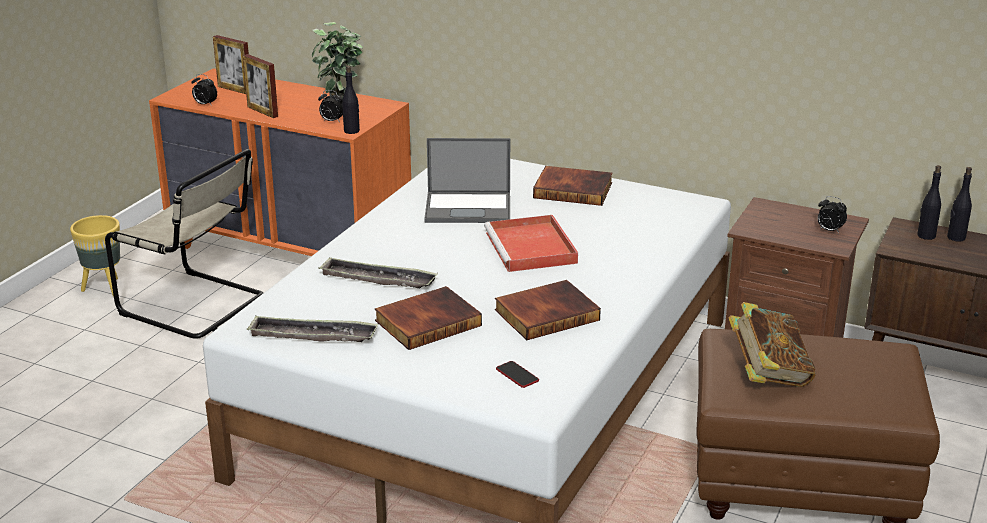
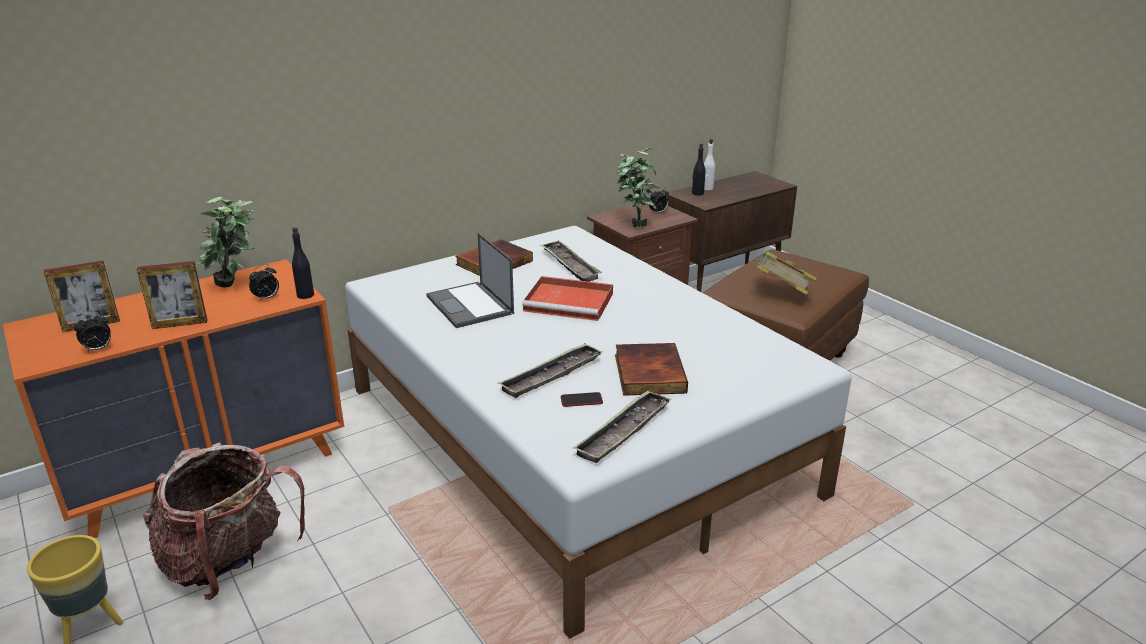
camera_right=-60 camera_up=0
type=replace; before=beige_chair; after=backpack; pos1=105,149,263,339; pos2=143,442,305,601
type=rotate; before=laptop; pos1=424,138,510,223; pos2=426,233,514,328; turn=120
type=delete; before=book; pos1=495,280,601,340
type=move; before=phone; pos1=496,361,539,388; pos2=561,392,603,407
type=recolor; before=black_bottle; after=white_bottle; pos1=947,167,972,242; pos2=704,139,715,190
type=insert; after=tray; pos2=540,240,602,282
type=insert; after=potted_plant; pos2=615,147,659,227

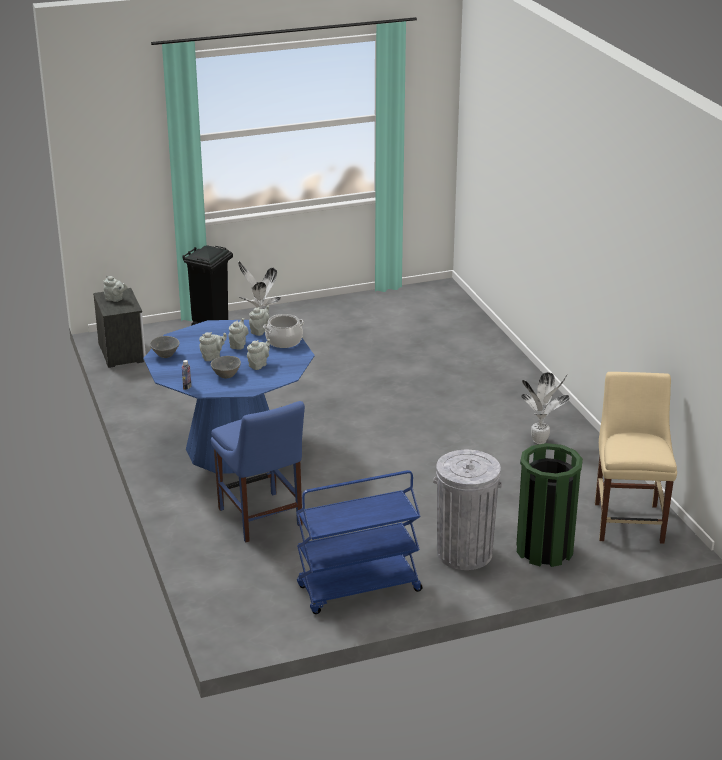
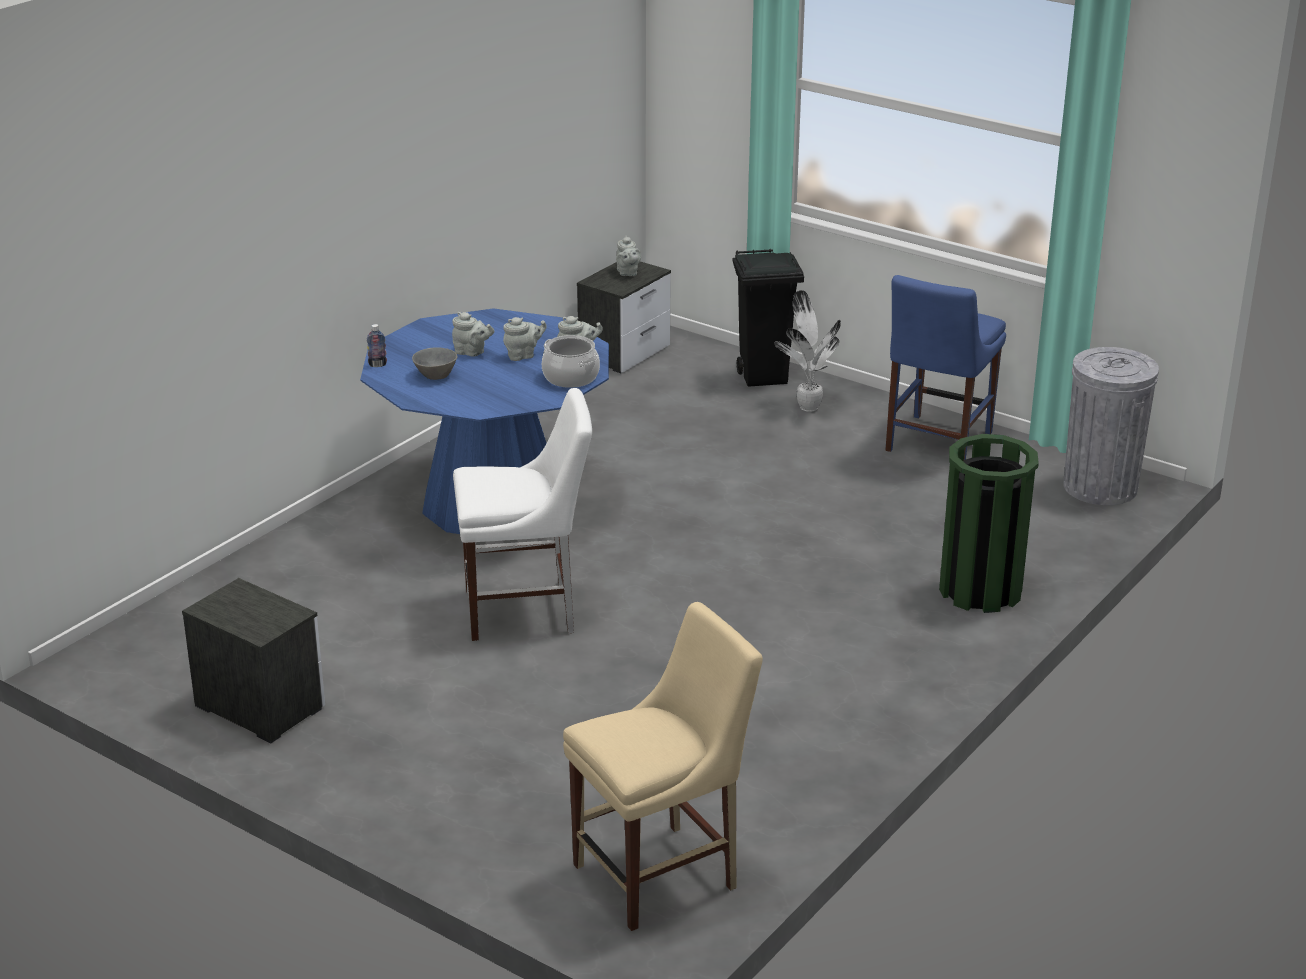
camera_right=55 camera_up=0
type=delete; before=grey_bowl; pos1=150,336,180,358
type=move; before=blue_chair; pos1=211,401,305,542; pos2=885,275,1006,460
type=delete; before=grey_teapot; pos1=247,339,270,370
type=replace; before=blue_cart; after=nightstand; pos1=296,470,423,614; pos2=182,578,325,743
type=move; before=grey_trash_can; pos1=433,450,502,570; pos2=1063,347,1159,505
type=move; before=green_trash_can; pos1=516,443,583,567; pos2=939,434,1039,613
type=delete; before=potted_plant; pos1=521,372,570,444
type=insert; after=white_chair; pos2=453,388,592,641

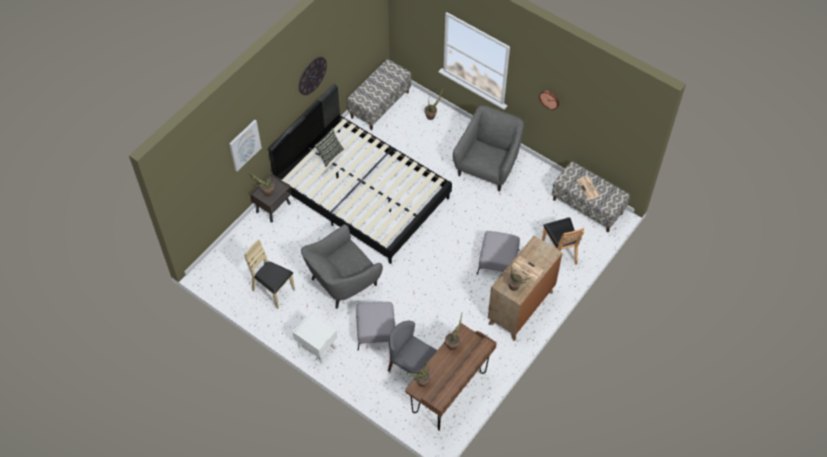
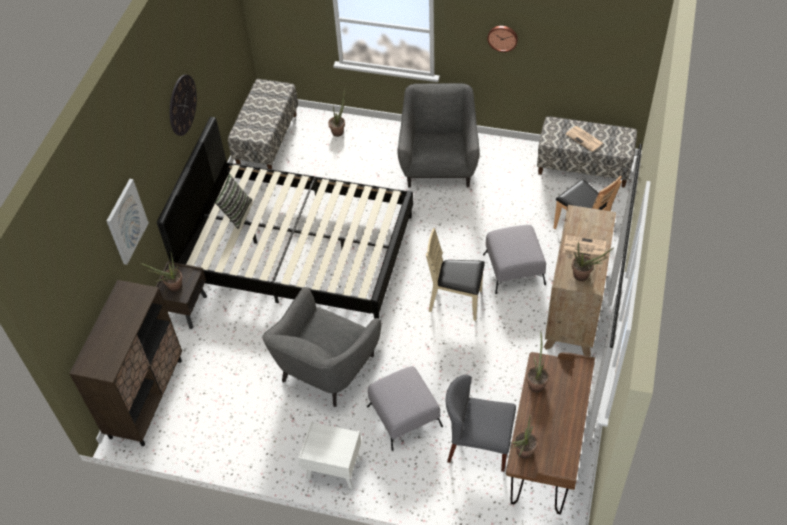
camera_right=-20 camera_up=-5
type=move; before=beige_chair; pos1=244,239,295,309; pos2=426,228,485,321
type=insert; after=brown_cabinet; pos2=69,280,182,446

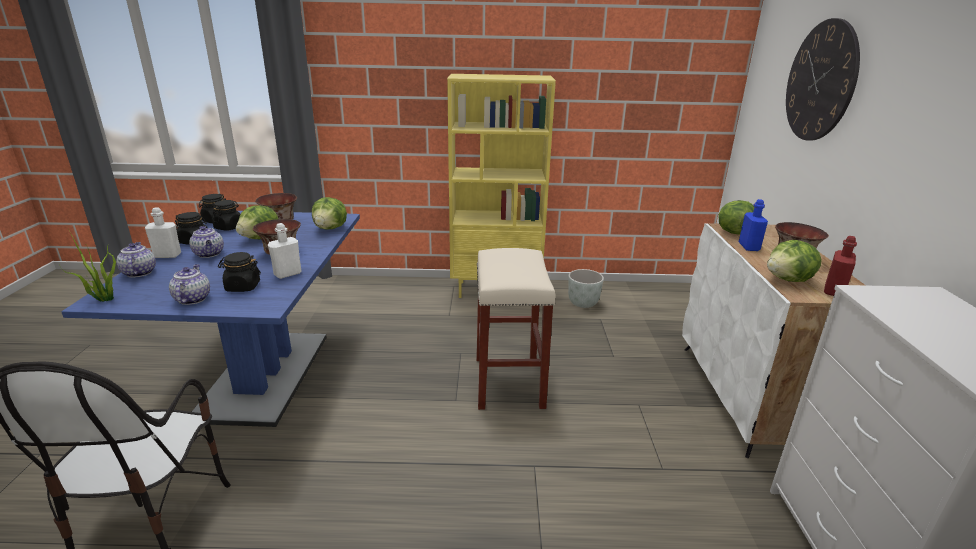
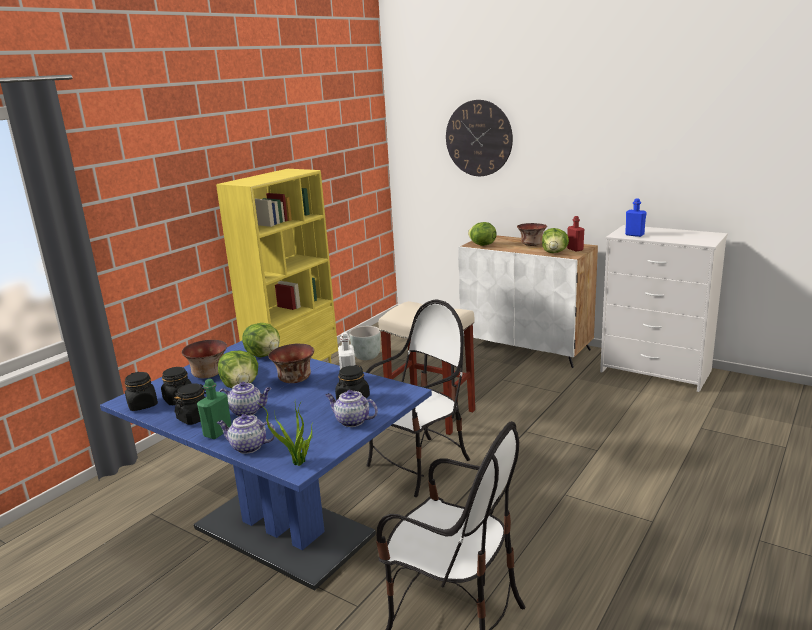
camera_right=-55 camera_up=-5
type=recolor; before=white_bottle; after=green_bottle; pos1=145,207,181,258; pos2=197,379,232,439
type=move; before=blue_bottle; pos1=739,199,768,251; pos2=625,198,646,237
type=insert; after=chair; pos2=366,300,470,497

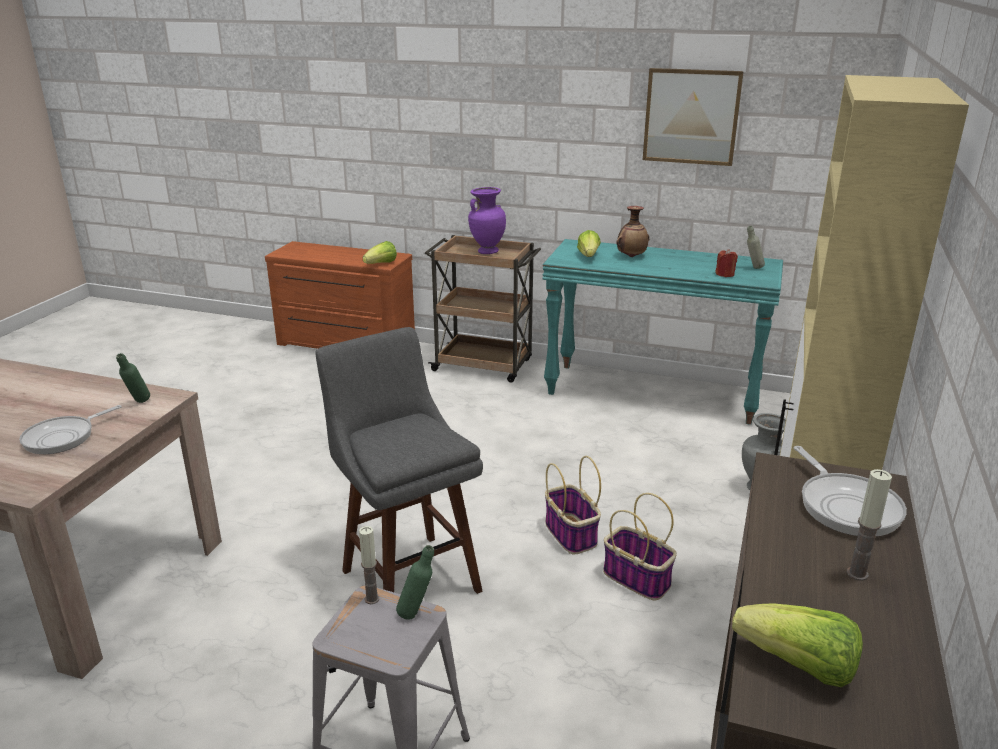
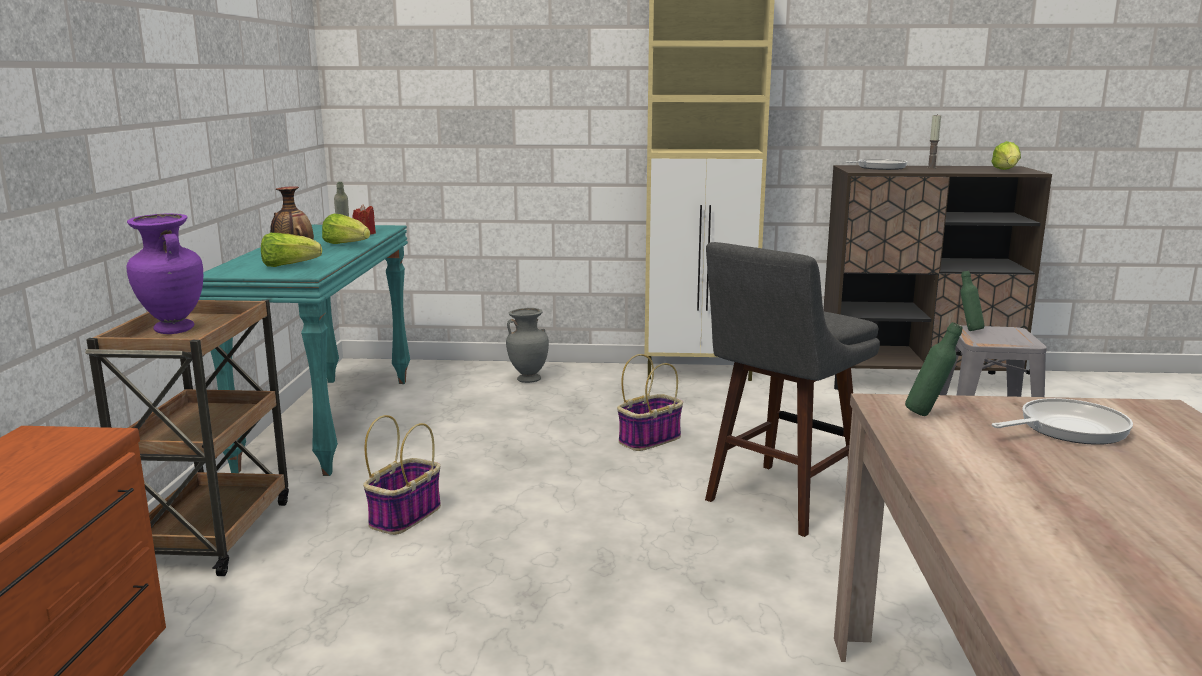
camera_right=-105 camera_up=-10
type=rotate; before=frying_pan; pos1=19,405,122,454; pos2=992,398,1133,445; turn=-45
type=delete; before=candle; pos1=359,526,379,604
type=move; before=lettuce; pos1=363,241,397,264; pos2=322,214,370,244
type=move; before=basket; pos1=603,493,677,601; pos2=363,415,441,535
type=delete; before=picture; pos1=643,68,744,166

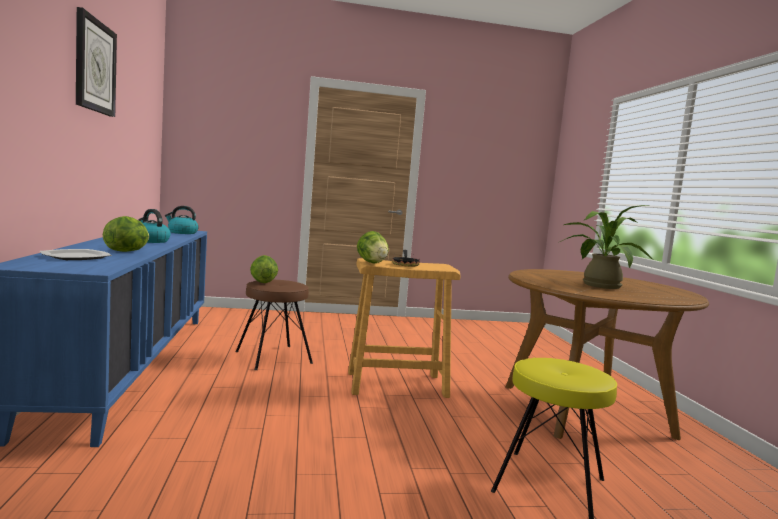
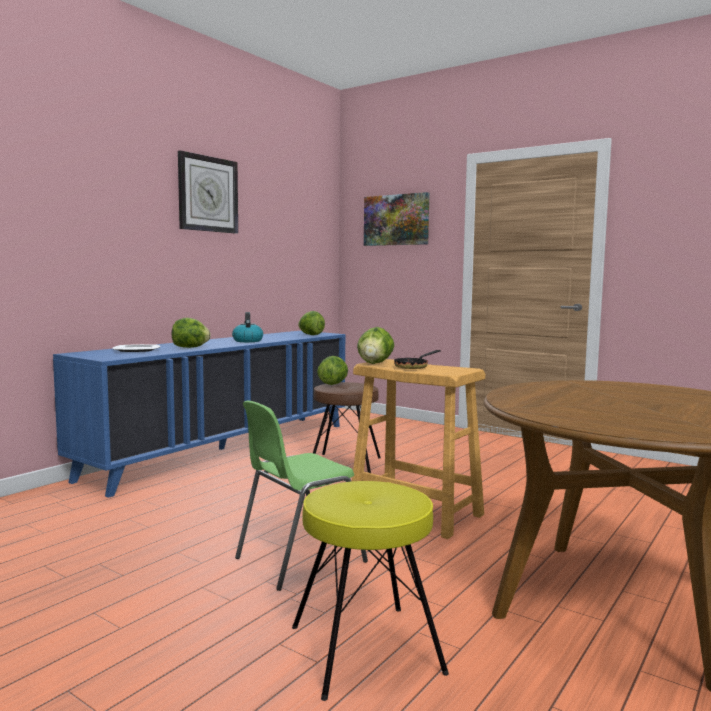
camera_right=45 camera_up=0
type=replace; before=kettle; after=lettuce; pos1=165,206,198,234; pos2=298,311,325,335
type=delete; before=potted_plant; pos1=558,205,655,289
type=insert; after=green_chair; pos2=235,401,368,591
type=insert; after=picture; pos2=364,192,429,246

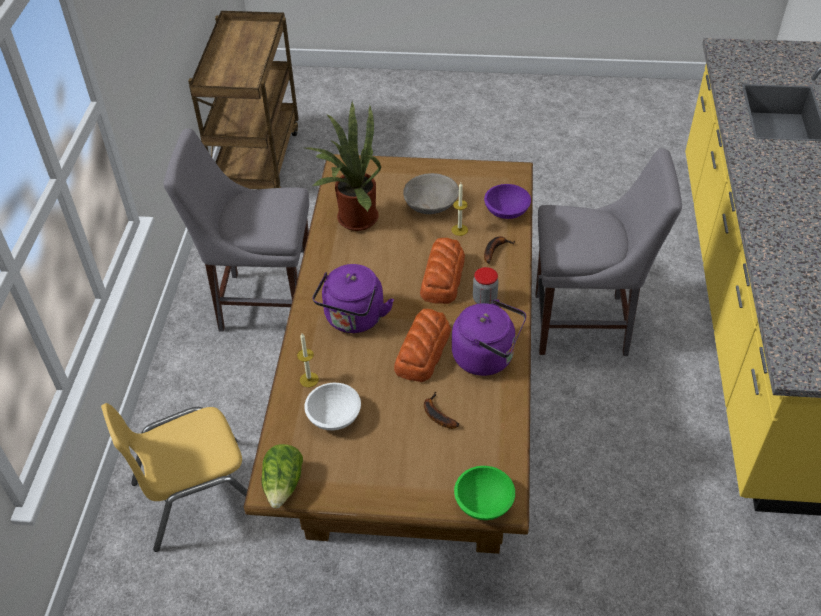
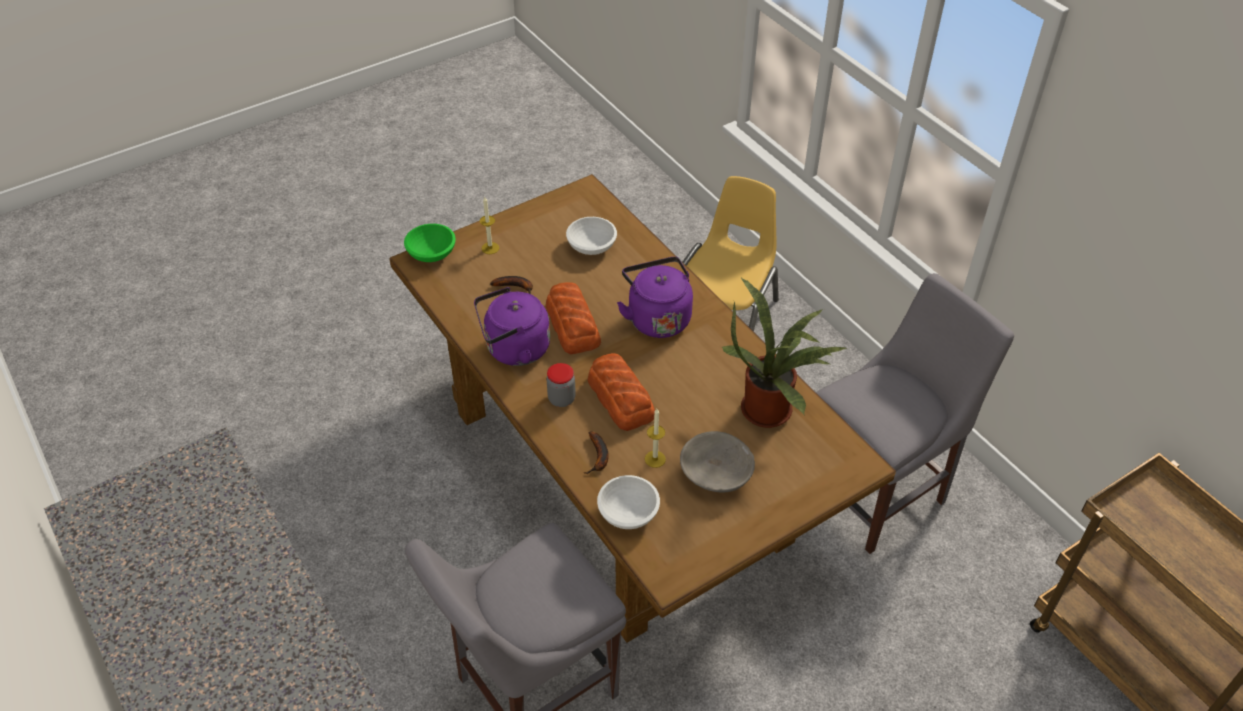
camera_right=140 camera_up=0
type=delete; before=lettuce; pos1=261,444,303,508
type=move; before=candle; pos1=297,333,319,387; pos2=480,197,499,254
type=recolor; before=purple_bowl; after=white_bowl; pos1=484,184,531,219; pos2=597,475,660,529

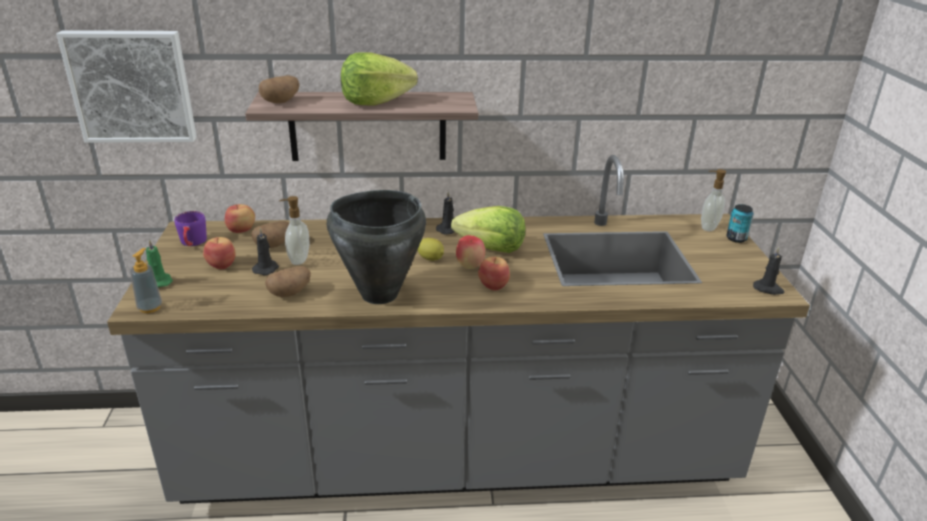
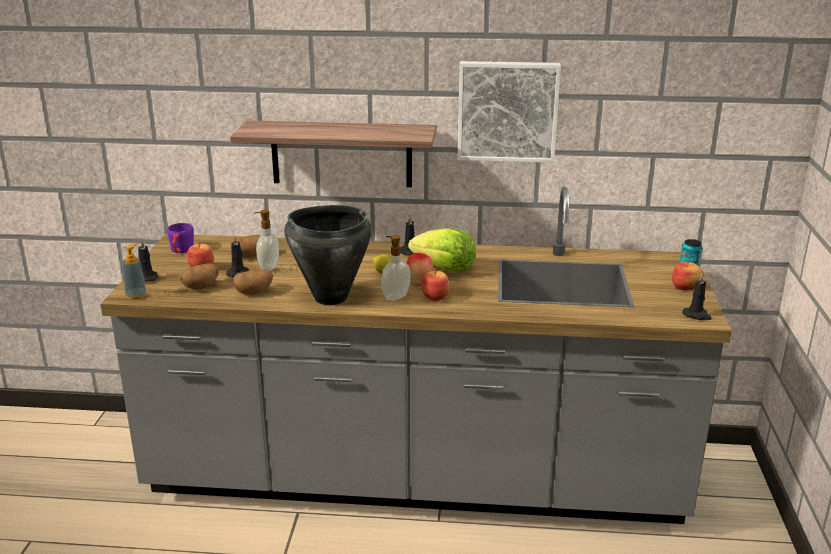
camera_right=10 camera_up=-5
type=move; before=picture; pos1=56,30,197,143; pos2=458,61,561,163
type=recolor; before=green_candle; after=black_candle; pos1=146,239,173,287; pos2=138,240,159,282
type=move; before=apple; pos1=225,204,255,233; pos2=672,261,702,290
type=move; before=potato; pos1=259,75,299,103; pos2=180,263,219,289
type=delete; before=lettuce; pos1=341,52,418,106
type=move; before=soap_dispenser; pos1=701,169,726,231; pos2=381,235,411,301

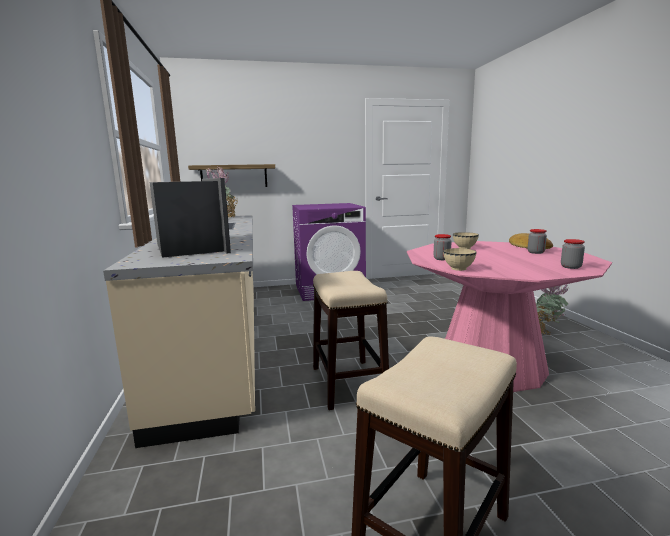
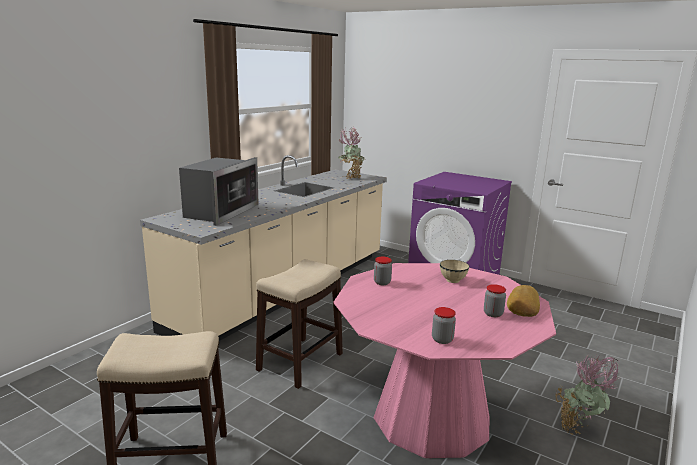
camera_right=45 camera_up=5
type=delete; before=shelf; pos1=188,164,275,187
type=delete; before=beige_bowl; pos1=443,248,476,271

